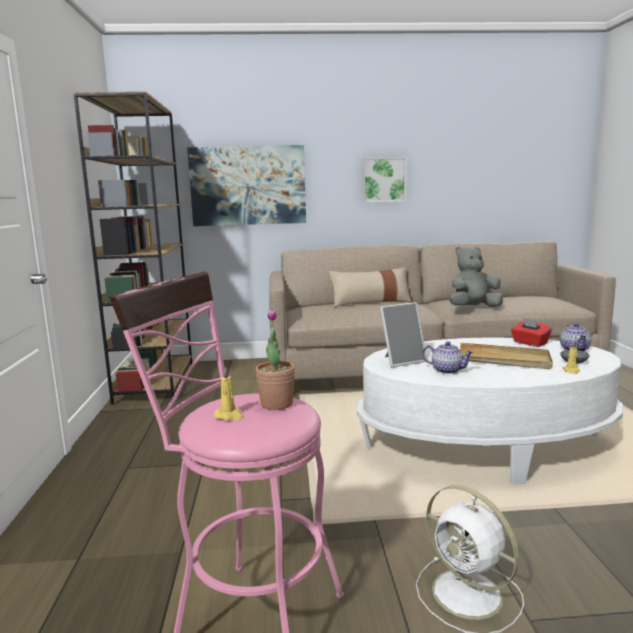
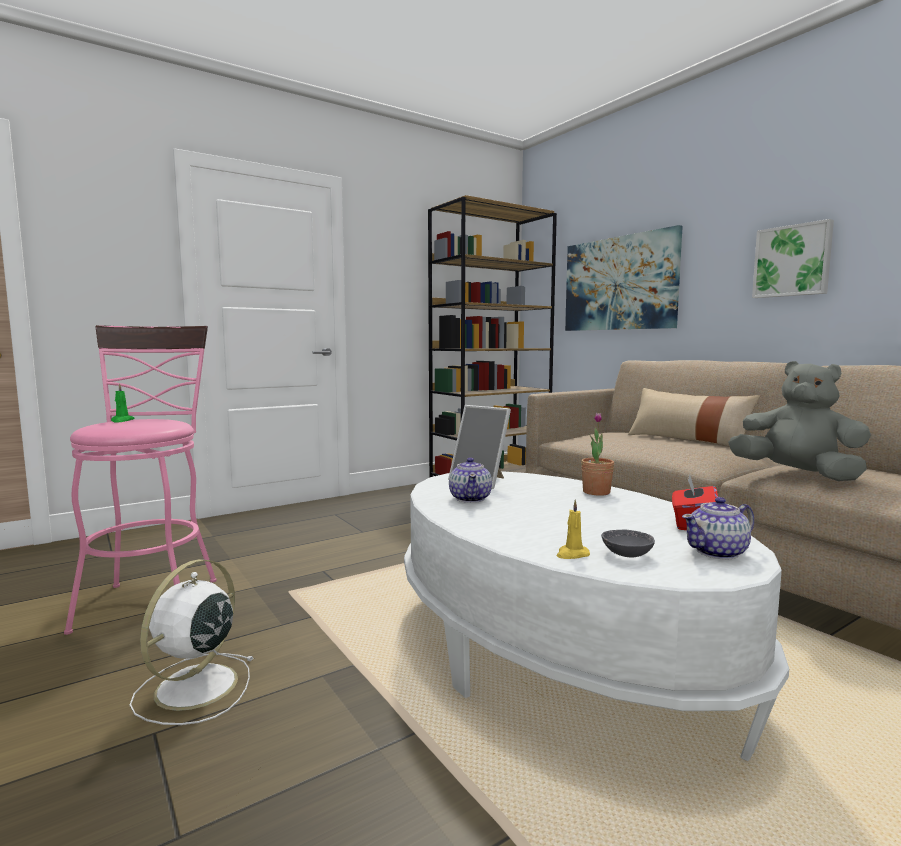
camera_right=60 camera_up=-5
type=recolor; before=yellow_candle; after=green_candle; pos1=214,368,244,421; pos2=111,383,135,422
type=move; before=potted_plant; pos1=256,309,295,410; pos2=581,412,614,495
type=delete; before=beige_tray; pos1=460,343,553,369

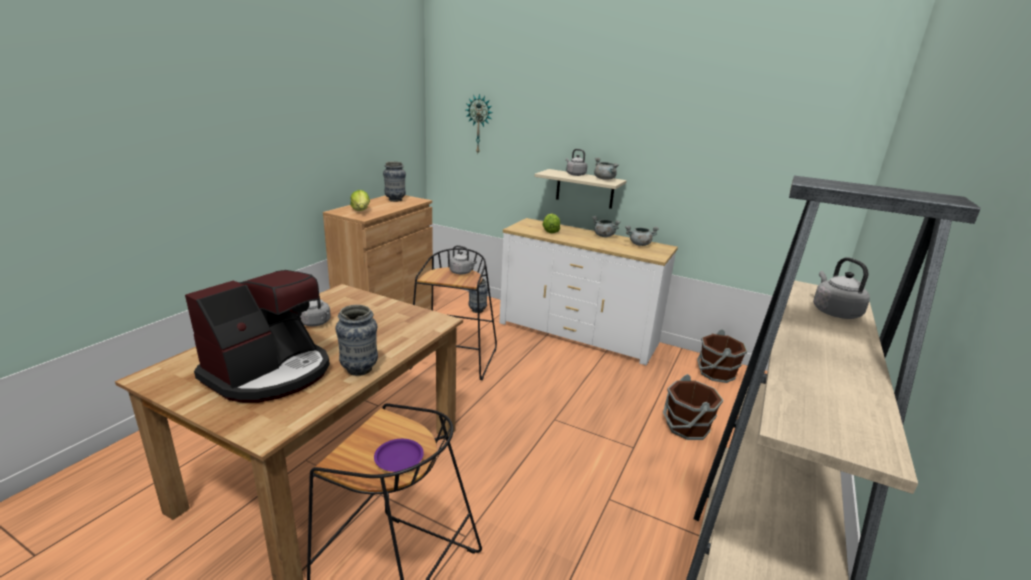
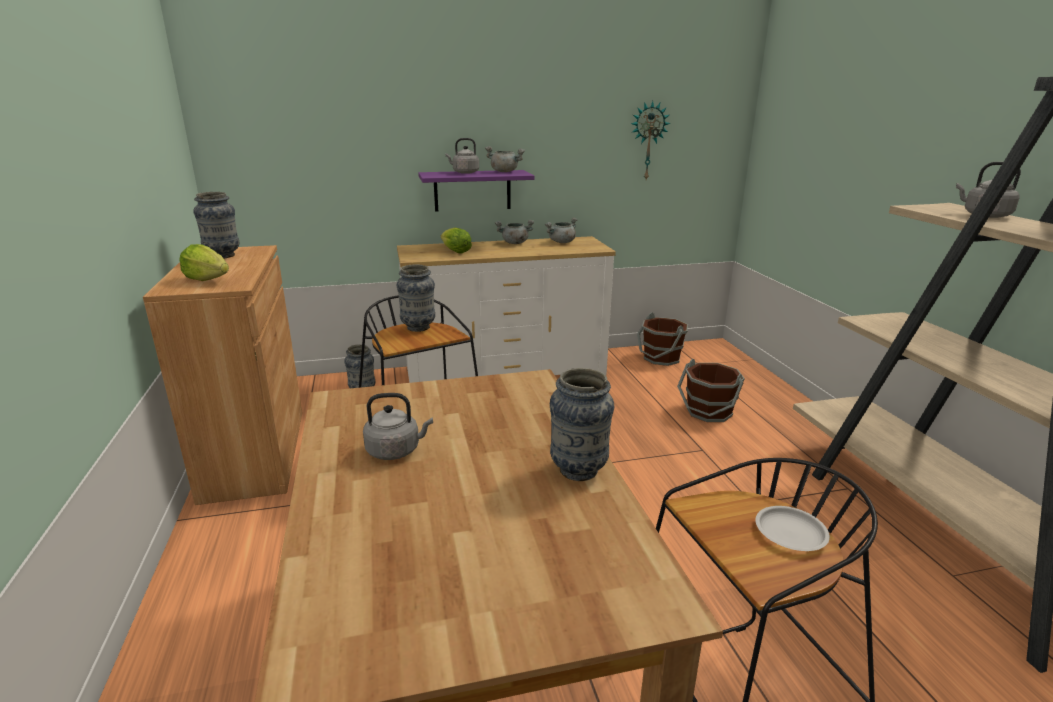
camera_right=-40 camera_up=0
type=delete; before=coffee_machine; pos1=185,270,330,403
type=recolor; before=purple_plate; after=white_plate; pos1=374,439,424,472; pos2=755,506,830,551
type=replace; before=grey_kettle; after=vase; pos1=450,245,477,274; pos2=397,264,435,332
type=move; before=wall_clock; pos1=466,94,493,153; pos2=631,101,671,180
type=recolor; before=beige_shelf; after=purple_shelf; pos1=534,169,627,209; pos2=418,170,534,212

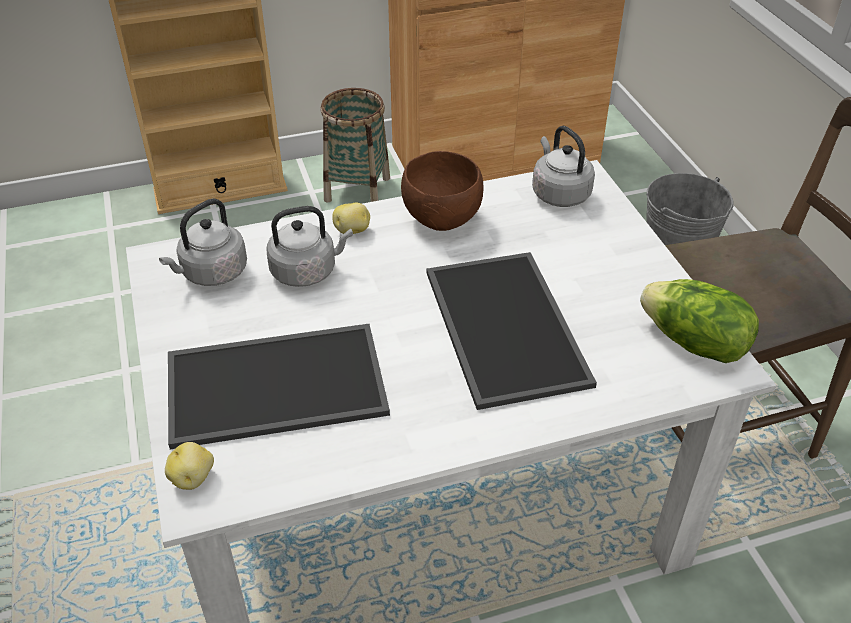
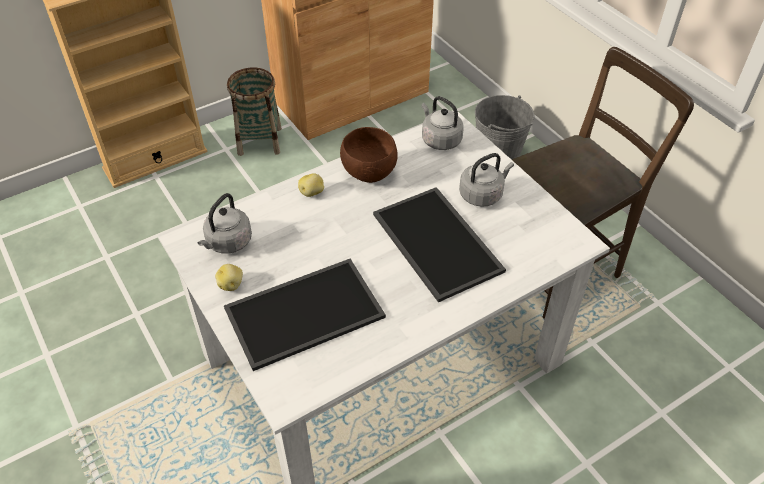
camera_right=-15 camera_up=5
type=move; before=potato; pos1=165,442,214,490; pos2=215,264,243,291
type=move; before=grey_kettle; pos1=266,206,353,287; pos2=459,153,514,207
type=delete; before=lettuce; pos1=640,279,759,363

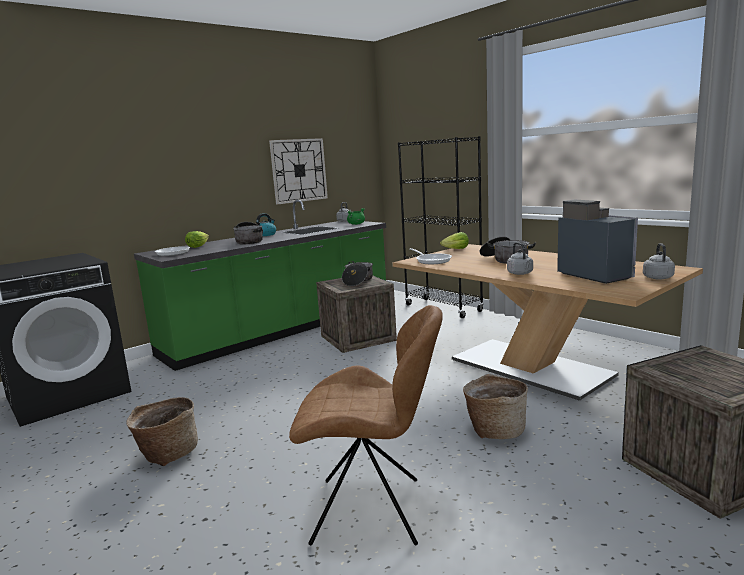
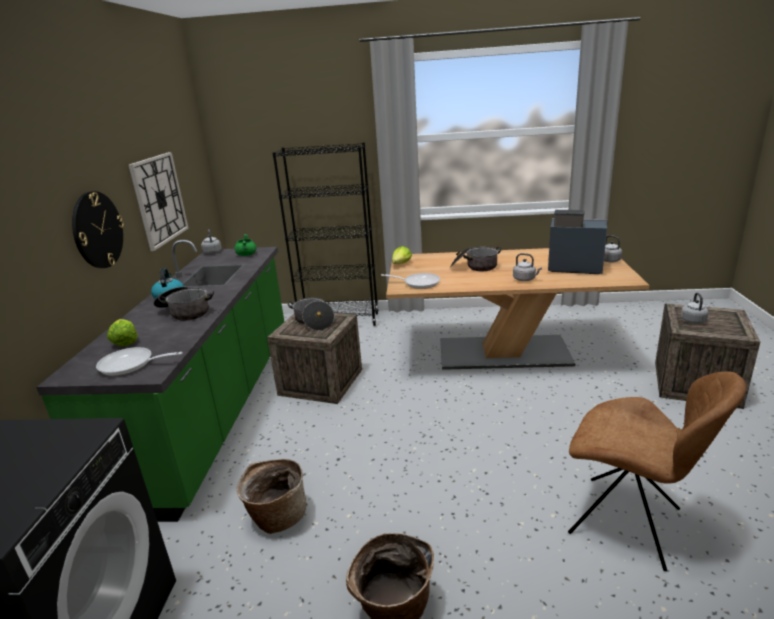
camera_right=-45 camera_up=10
type=rotate; before=brown_chair; pos1=289,305,443,546; pos2=568,371,746,571; turn=75
type=move; before=basket; pos1=463,374,528,439; pos2=237,459,306,534
type=insert; after=wall_clock; pos2=72,191,124,268
type=insert; after=grey_kettle; pos2=681,293,709,324

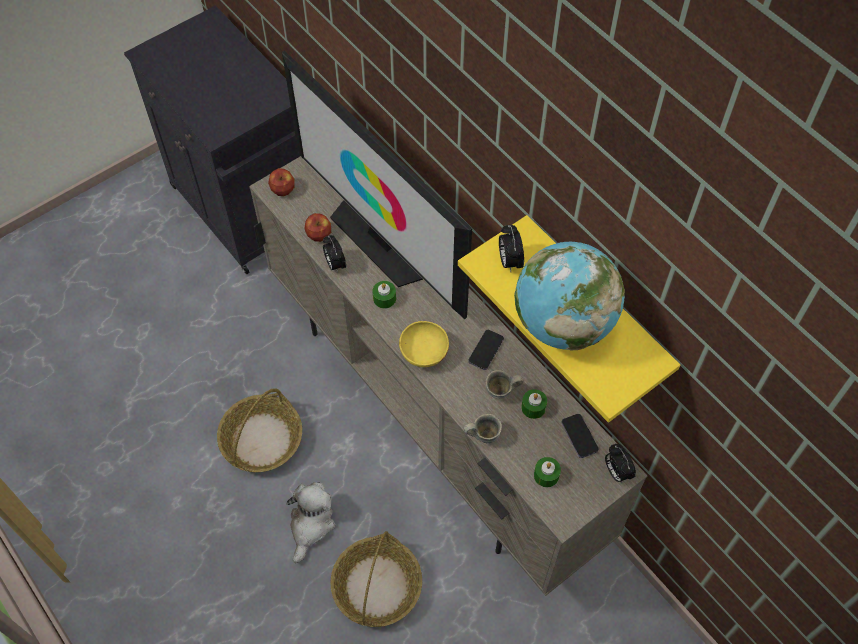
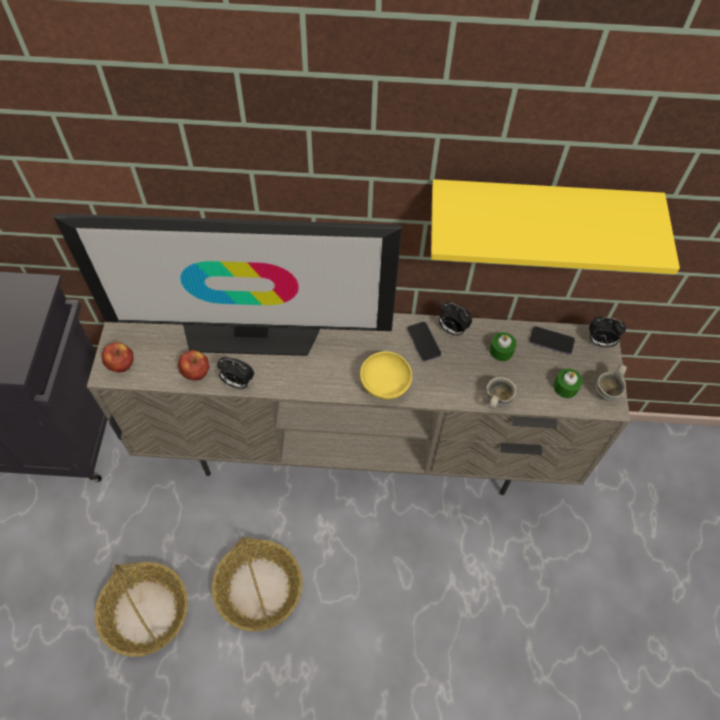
camera_right=-50 camera_up=0
type=delete; before=plush_toy; pos1=286,482,335,563
type=move; before=basket; pos1=330,531,422,627; pos2=95,562,188,657
type=delete; before=green_candle; pos1=373,281,396,309
type=move; before=grey_mug; pos1=486,370,524,399; pos2=595,364,627,401
type=move; before=alarm_clock; pos1=499,225,524,272; pos2=439,302,472,336
type=delete; before=globe; pos1=514,242,625,350

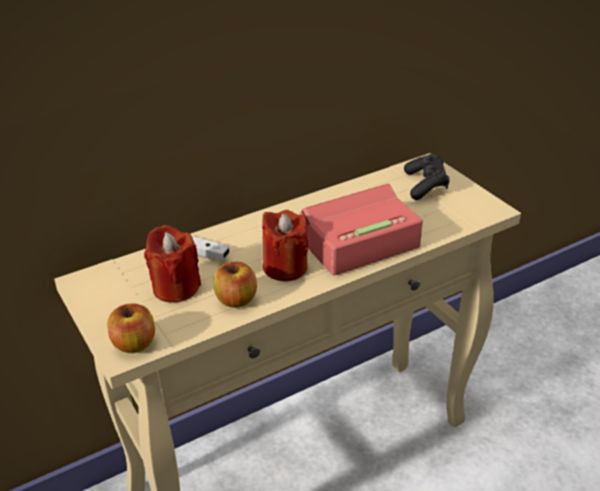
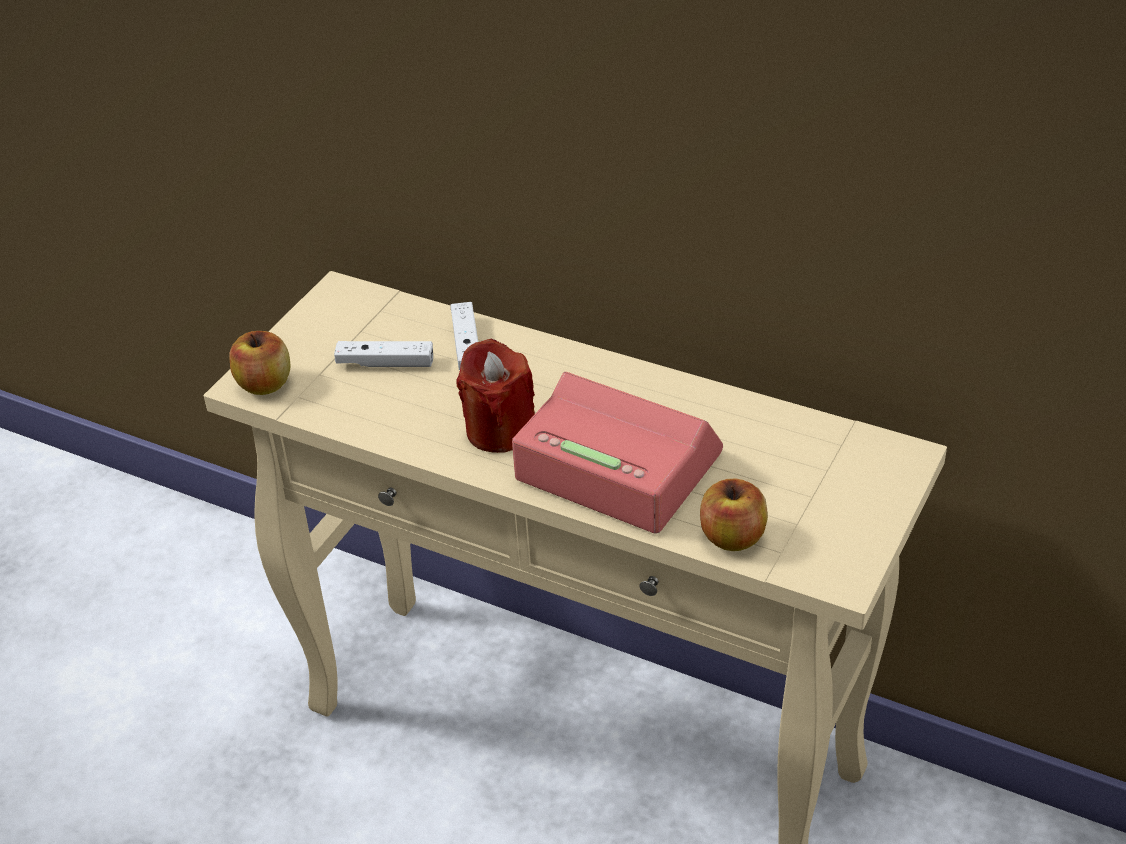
camera_right=60 camera_up=5
type=replace; before=red_candle; after=white_game_controller; pos1=144,225,201,302; pos2=334,341,433,367
type=move; before=apple; pos1=213,262,257,308; pos2=700,478,768,551
type=delete; before=black_game_controller; pos1=404,154,450,200

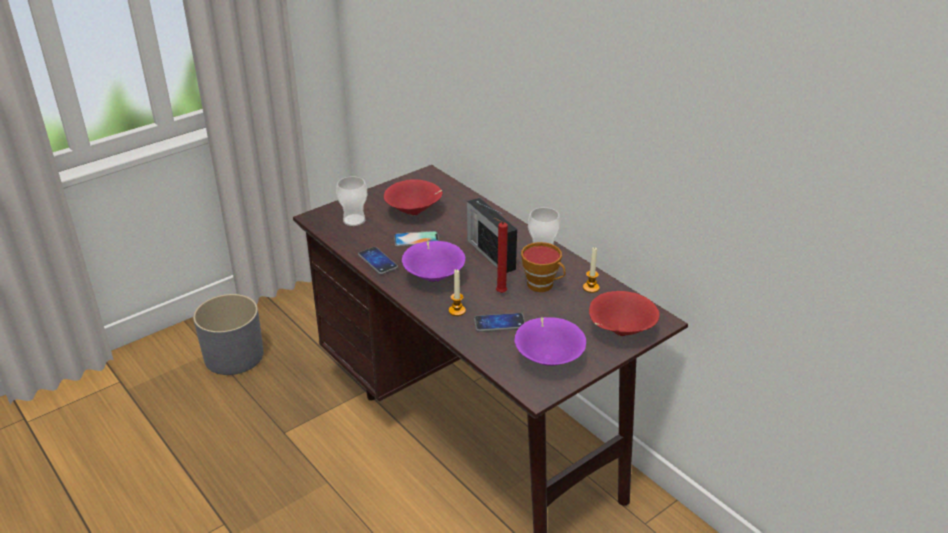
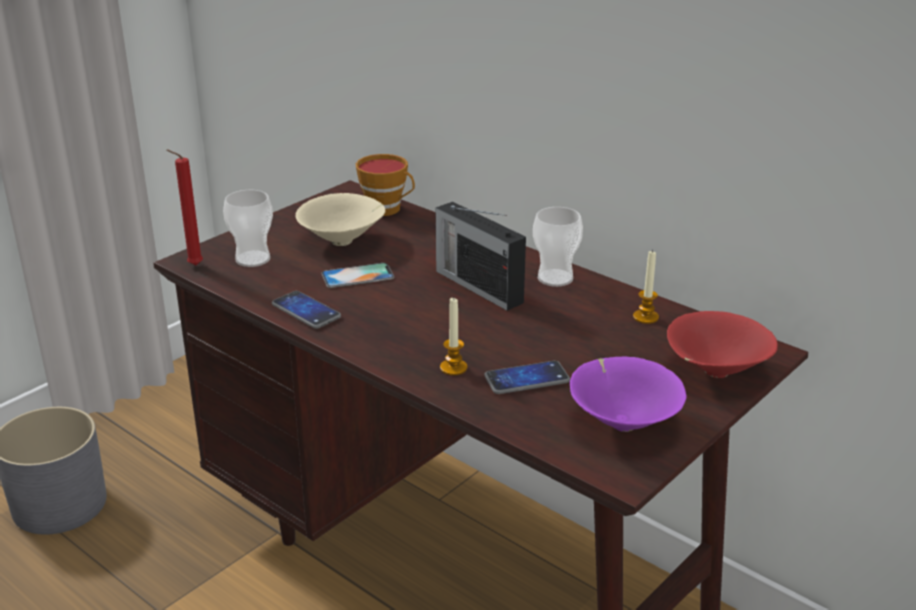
camera_right=-10 camera_up=-5
type=recolor; before=red_bowl; after=beige_bowl; pos1=384,179,442,216; pos2=296,193,385,246
type=delete; before=purple_bowl; pos1=402,241,465,282
type=move; before=red_candle; pos1=494,218,508,293; pos2=166,150,203,266
type=move; before=cup; pos1=521,242,566,292; pos2=356,154,415,216

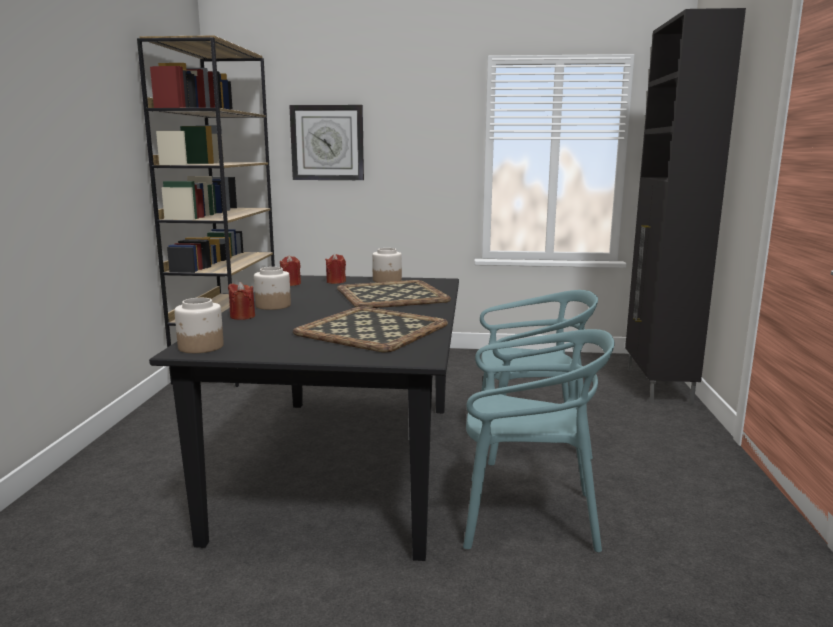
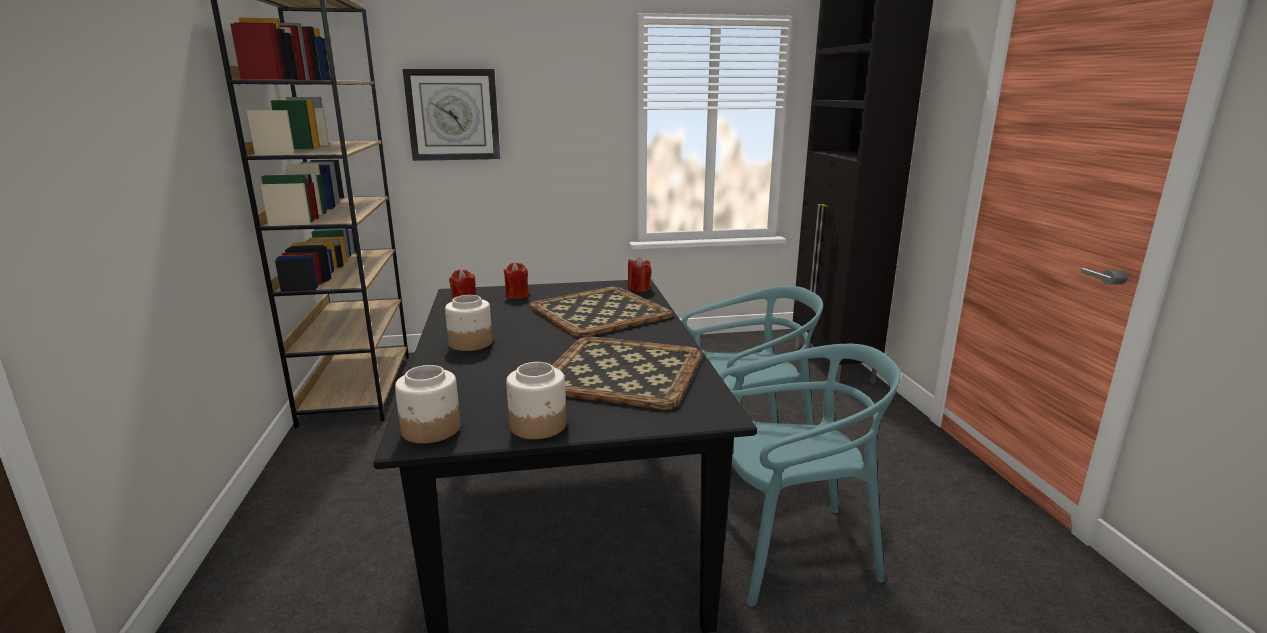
camera_right=-15 camera_up=5
type=move; before=red_candle; pos1=228,282,255,320; pos2=628,257,652,292
type=move; before=jar; pos1=372,248,402,282; pos2=506,362,566,439

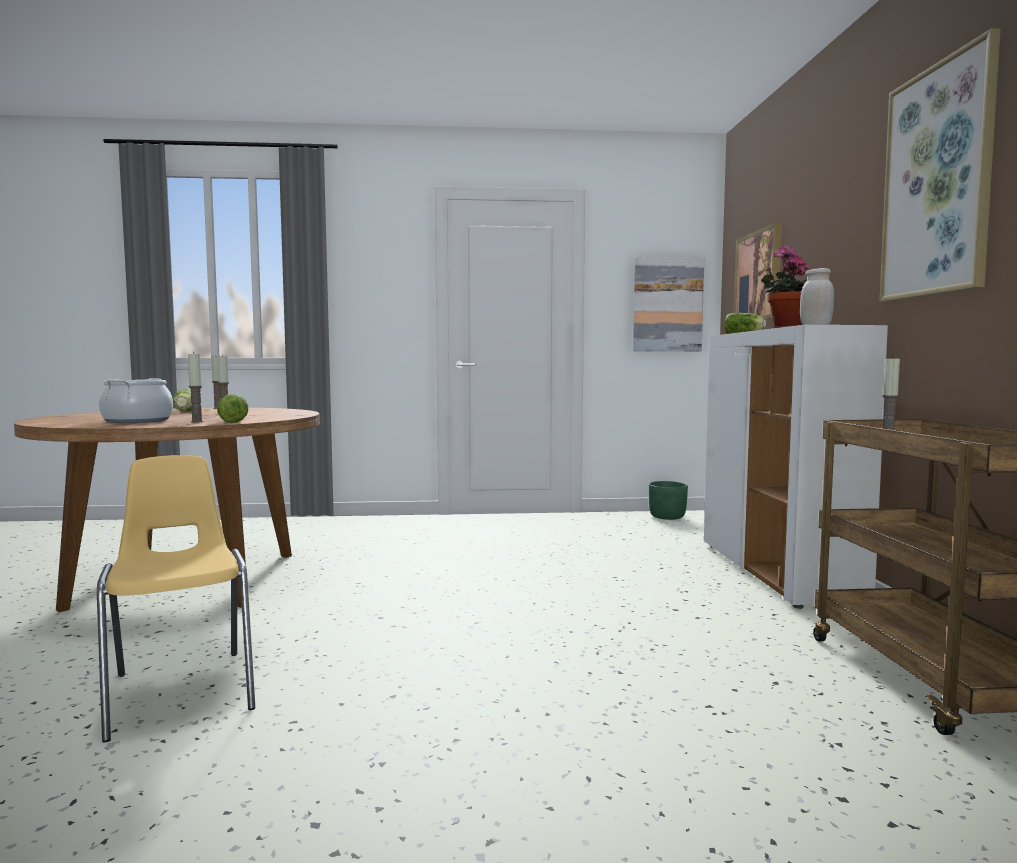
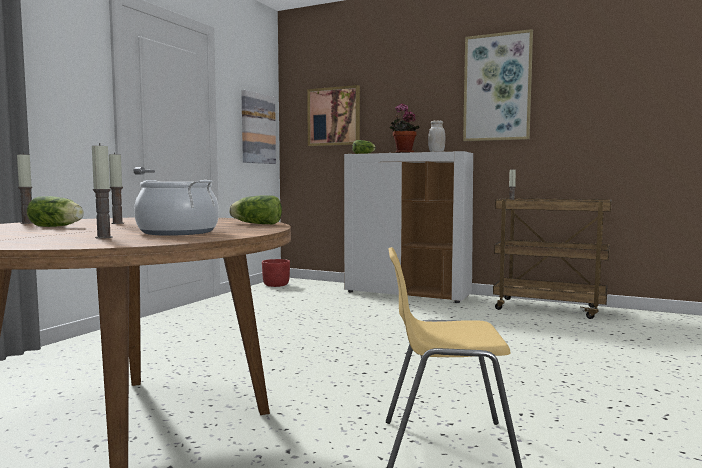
camera_right=-60 camera_up=0
type=move; before=candle; pos1=188,352,204,423; pos2=92,143,113,239
type=recolor; before=green_planter; after=red_planter; pos1=649,481,688,520; pos2=262,259,290,287

